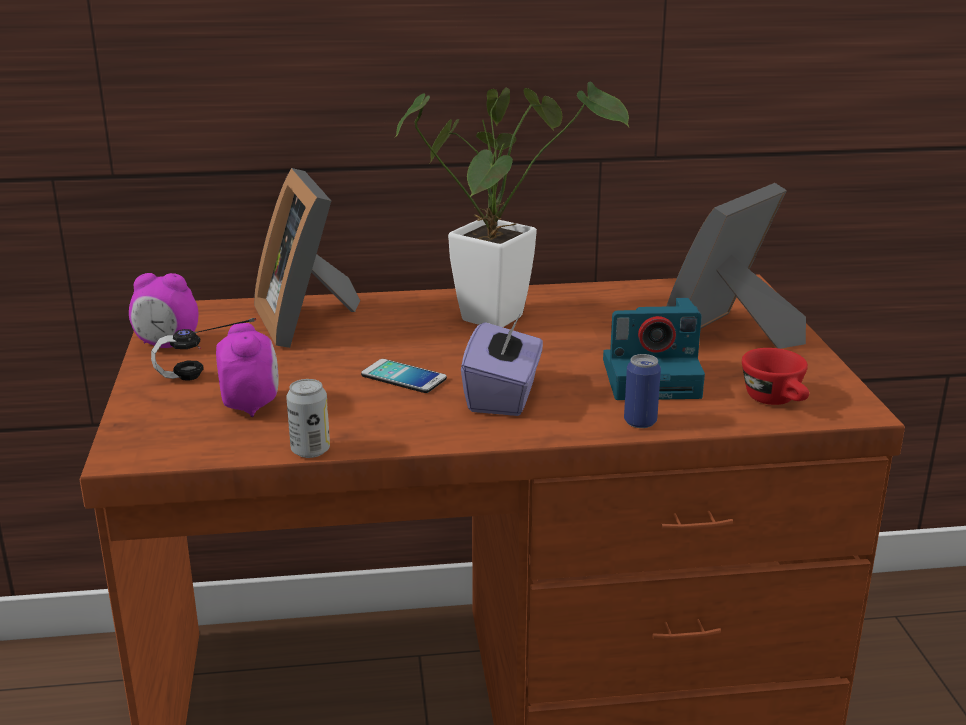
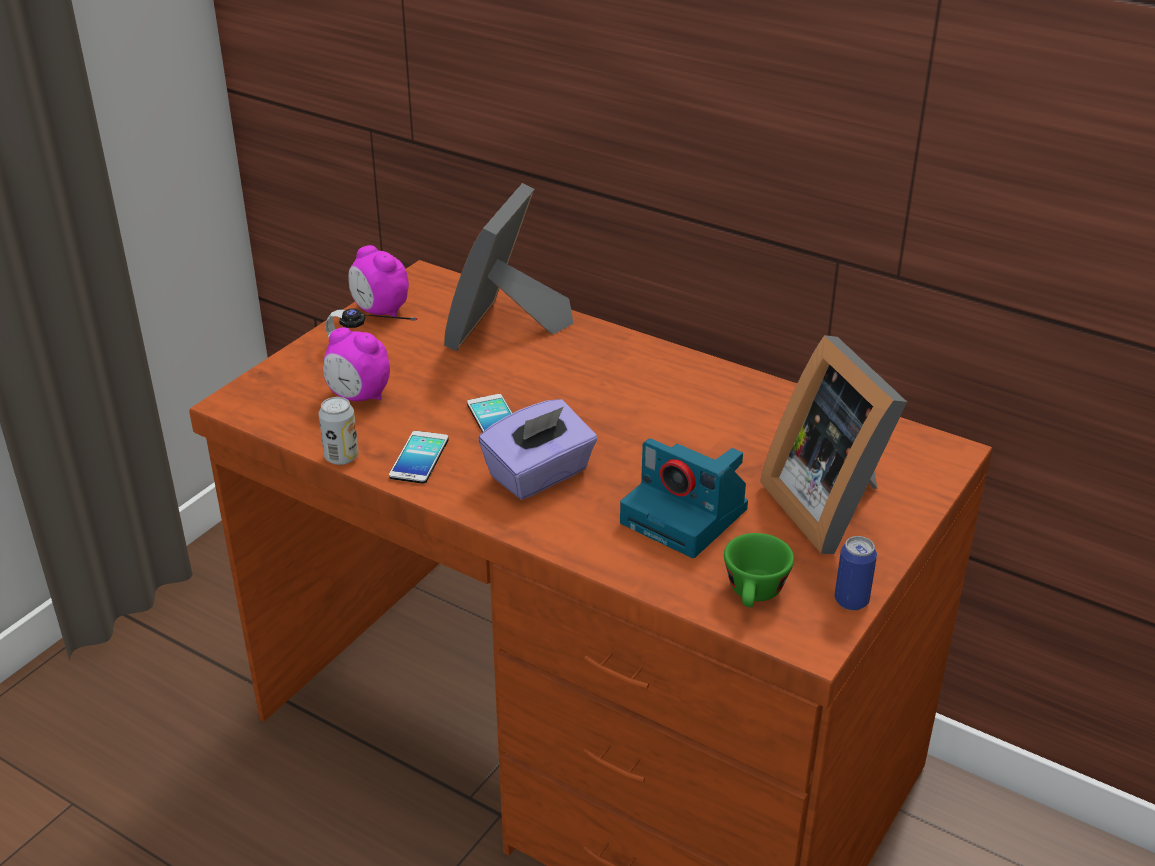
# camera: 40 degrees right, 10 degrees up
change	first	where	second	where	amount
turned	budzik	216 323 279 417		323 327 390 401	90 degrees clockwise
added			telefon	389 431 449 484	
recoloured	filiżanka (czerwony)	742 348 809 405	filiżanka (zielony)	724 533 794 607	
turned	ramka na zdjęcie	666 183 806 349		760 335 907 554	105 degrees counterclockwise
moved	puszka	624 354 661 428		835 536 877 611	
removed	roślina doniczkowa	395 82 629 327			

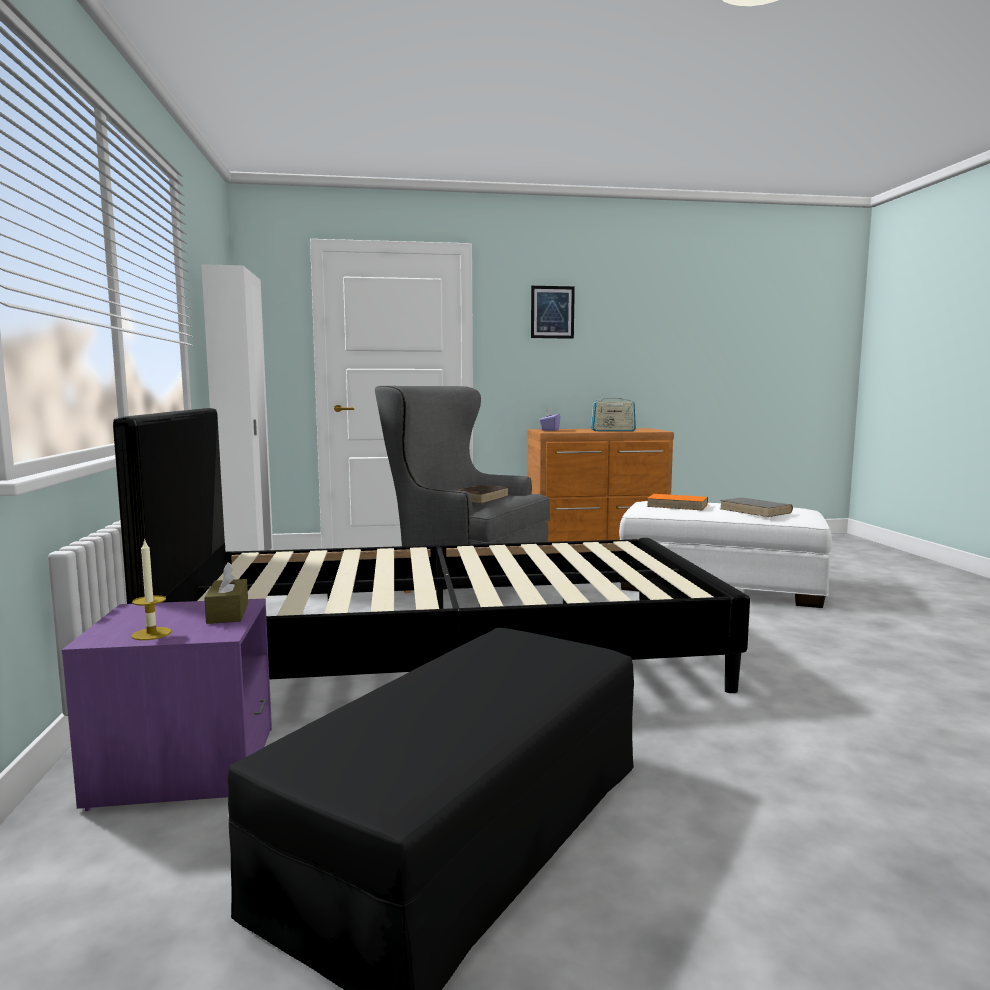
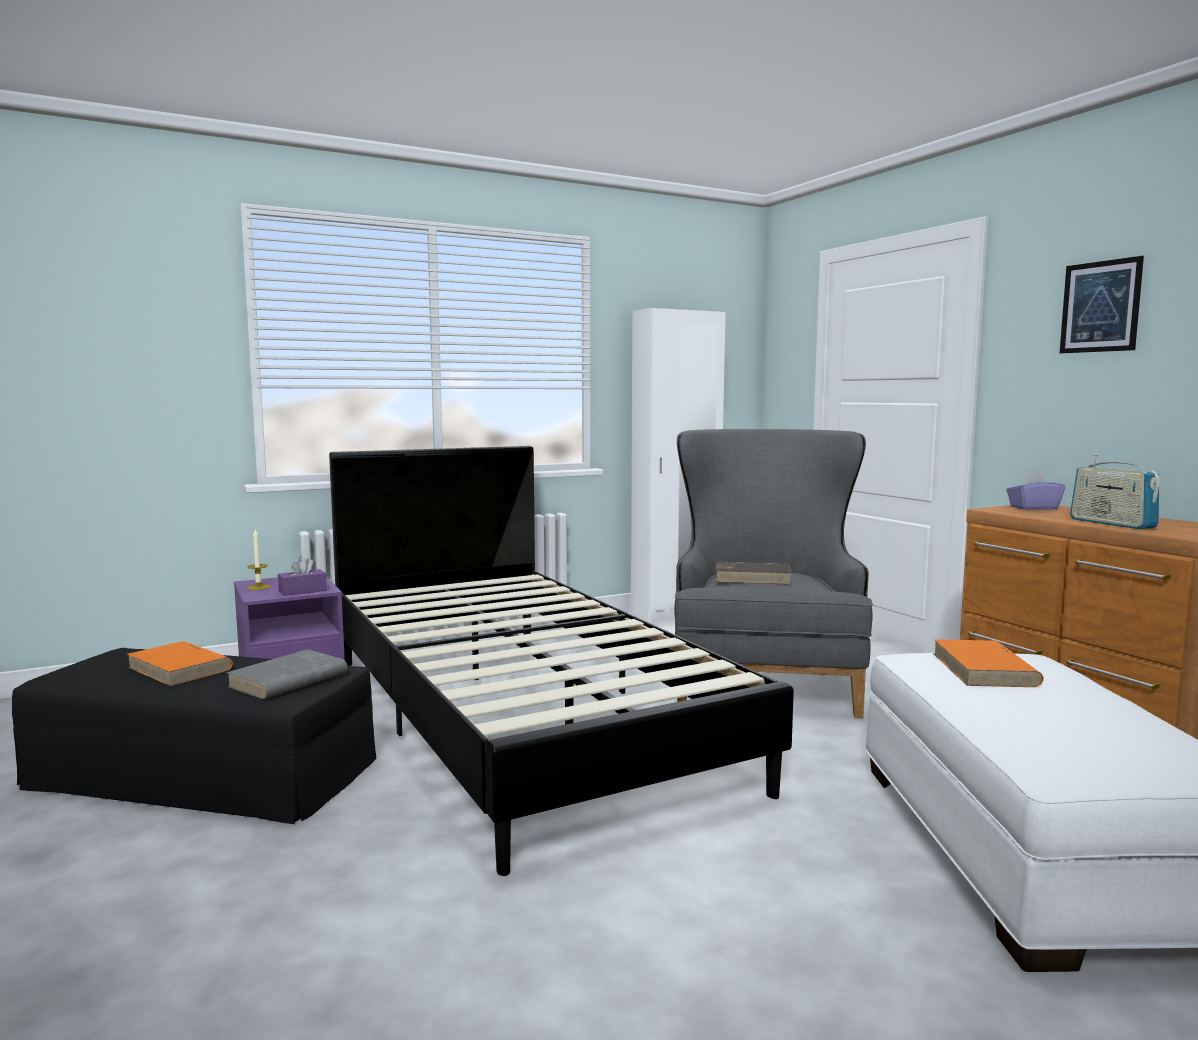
# camera: 70 degrees right, 0 degrees up
change	first	where	second	where	amount
added			książka (pomarańczowy)	127 641 233 686	
moved	książka (szary)	720 497 793 517		226 649 347 699	
recoloured	pudełko chusteczek (brązowy)	204 562 248 624	pudełko chusteczek (fioletowy)	278 556 327 596	

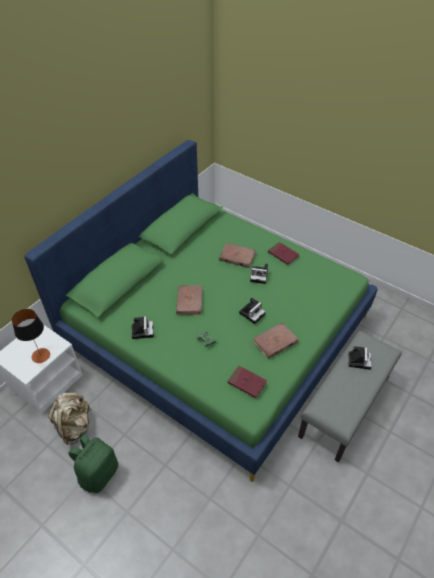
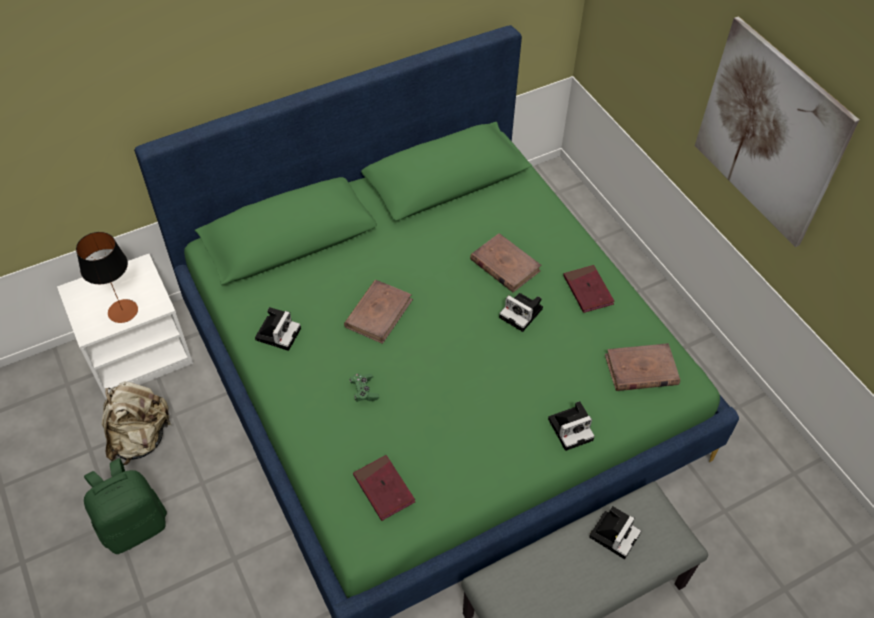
# camera: 25 degrees right, 5 degrees up
change	first	where	second	where	amount
moved	aparat fotograficzny	239 298 266 324		548 401 595 451	
moved	książka (brązowy)	253 322 299 359		605 343 680 391	
added			obraz	695 16 859 247	

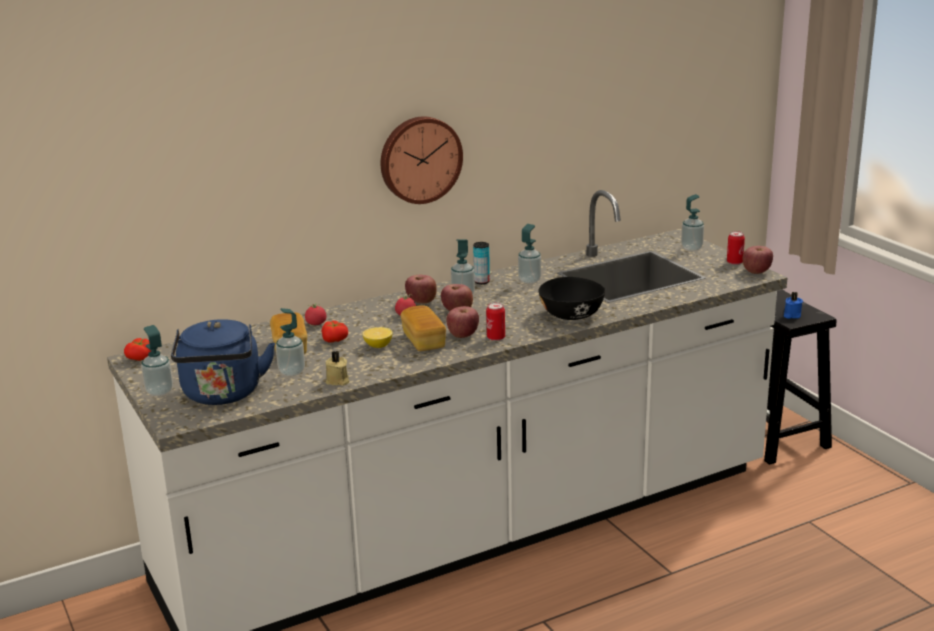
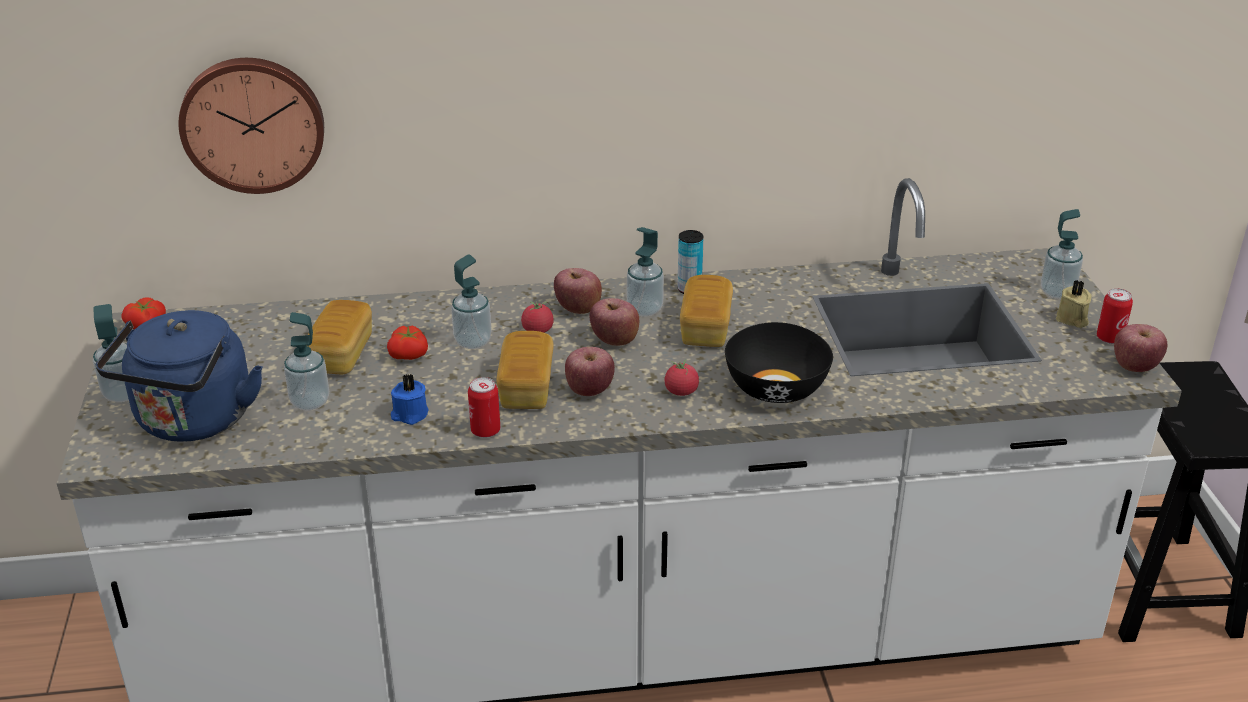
# camera: 20 degrees right, 10 degrees up
change	first	where	second	where	amount
moved	zegar ścienny	381 116 463 204		178 58 324 194	
moved	świeca (niebieski)	784 292 803 319		391 374 428 425	
moved	dozownik mydła	518 224 541 284		451 254 492 349	
moved	puszka	486 303 505 341		468 377 500 438	
moved	pomidor	305 303 326 325		665 360 699 396	
added			chleb	680 275 733 347	
moved	świeca (beżowy)	326 351 349 386		1056 280 1091 328	
removed	cytryna	362 327 393 348			

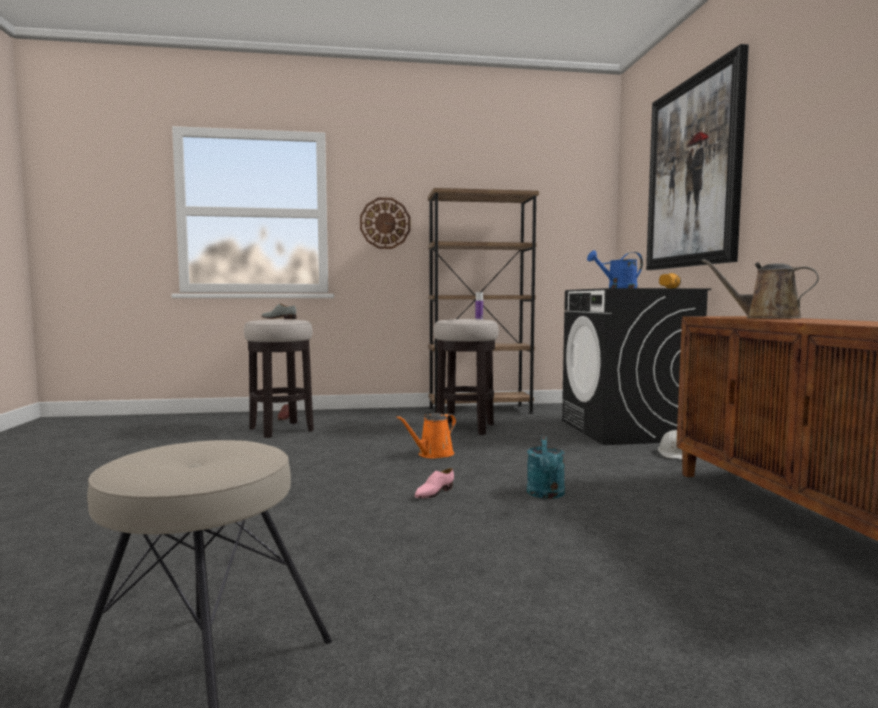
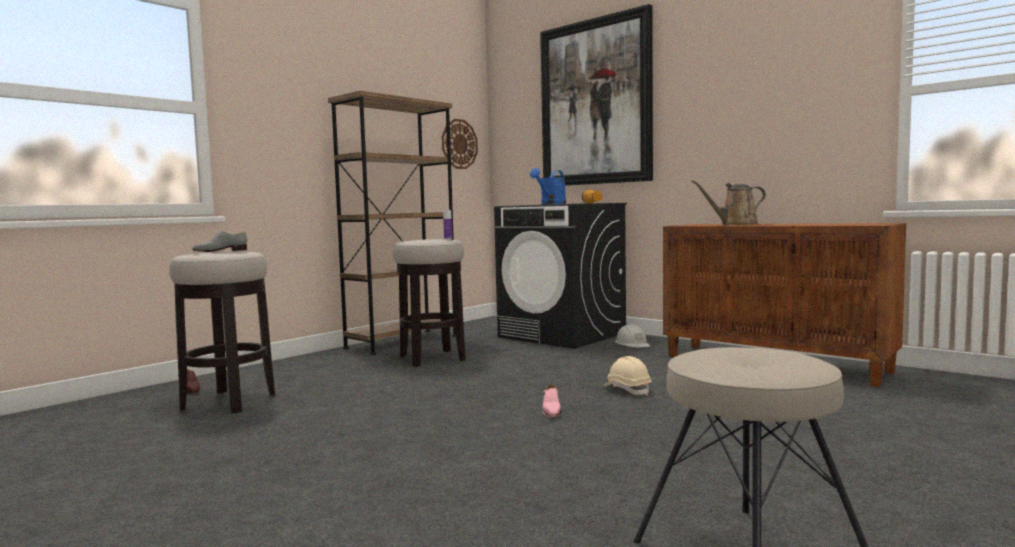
# camera: 40 degrees left, 0 degrees up
change	first	where	second	where	amount
moved	zegar ścienny	360 197 410 249		442 119 478 169	
replaced	konewka (turkusowy)	527 436 565 499	kask (beżowy)	604 356 651 396	
removed	konewka (pomarańczowy)	397 413 456 459			

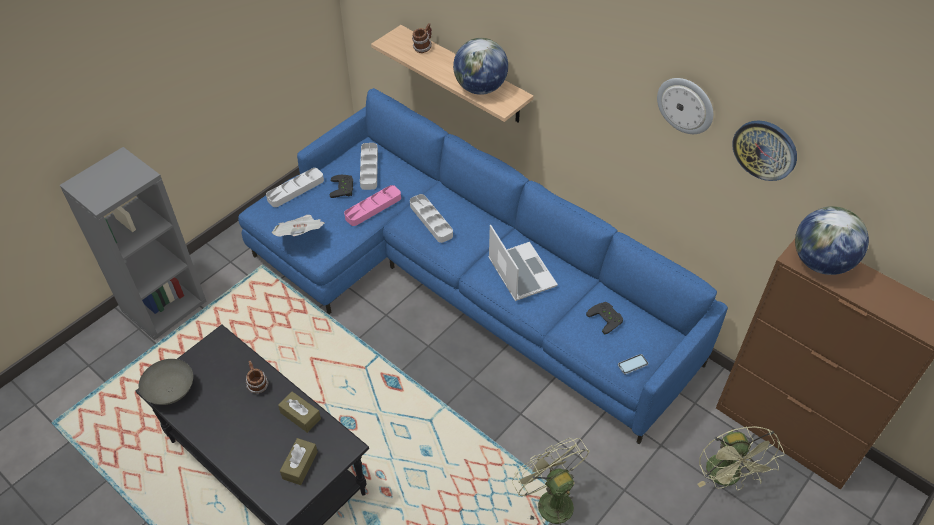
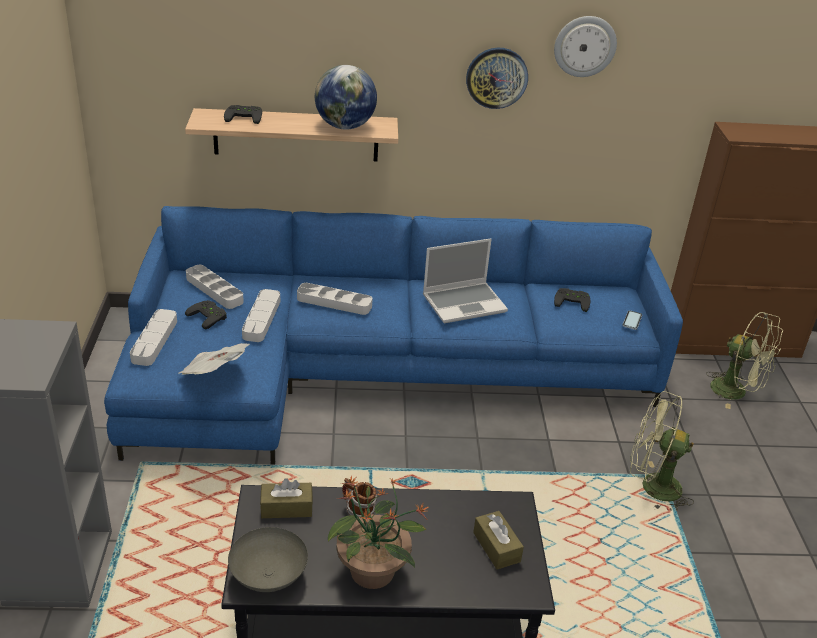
# camera: 45 degrees left, 15 degrees down
change	first	where	second	where	amount
replaced	kubek	412 23 432 53	pad do gier (czarny)	224 105 262 124	
recoloured	taca (różowy)	344 185 401 226	taca (szary)	242 289 280 342	
moved	pudełko chusteczek (brązowy)	278 392 321 433		260 478 313 518	
added			roślina doniczkowa	328 475 428 589	
turned	laptop	488 225 558 301		423 239 508 323	135 degrees clockwise
moved	zegar ścienny	732 120 797 181		466 48 528 109	
removed	globus	795 206 869 275			

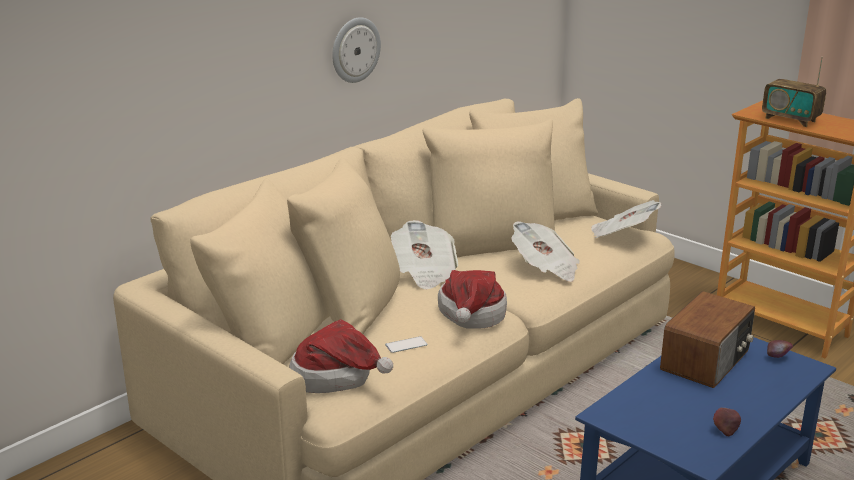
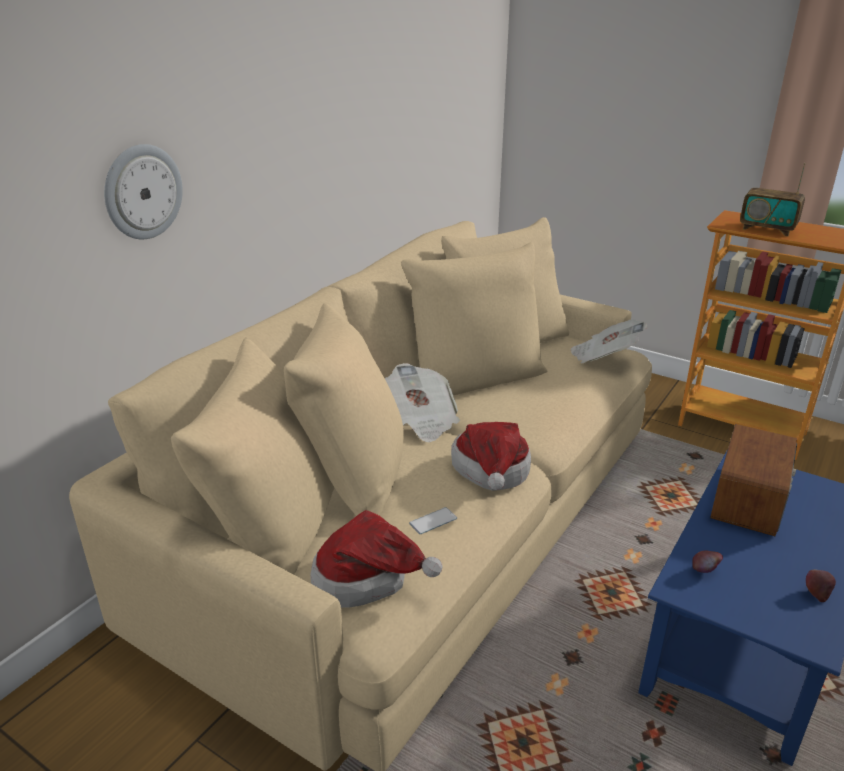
# camera: 10 degrees left, 5 degrees up
change	first	where	second	where	amount
moved	zegar ścienny	332 17 381 83		104 144 183 239	
moved	jabłko	767 340 793 358		692 551 723 573	
removed	gazeta	512 221 580 282			

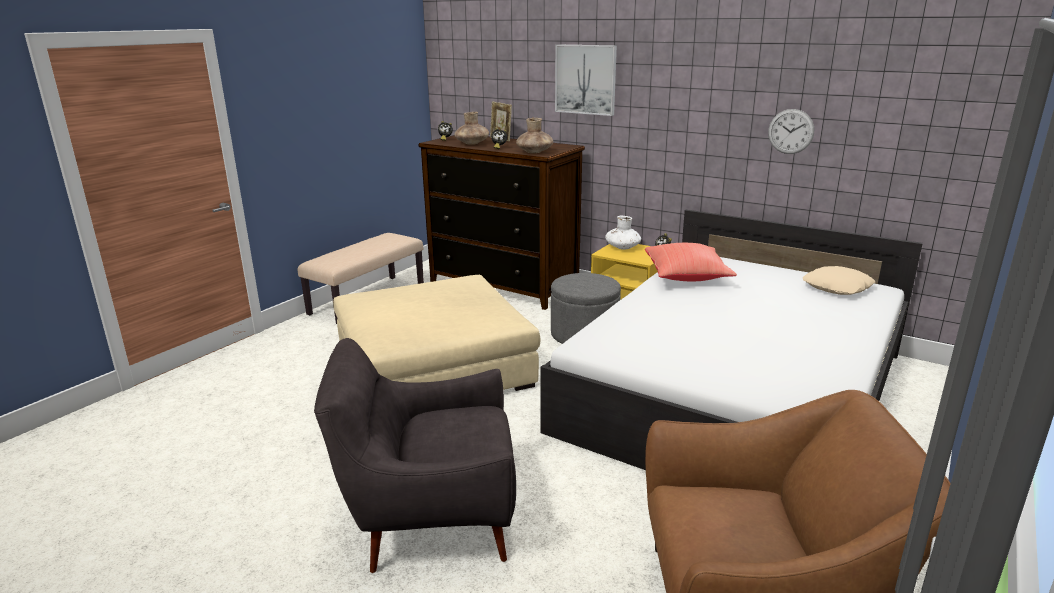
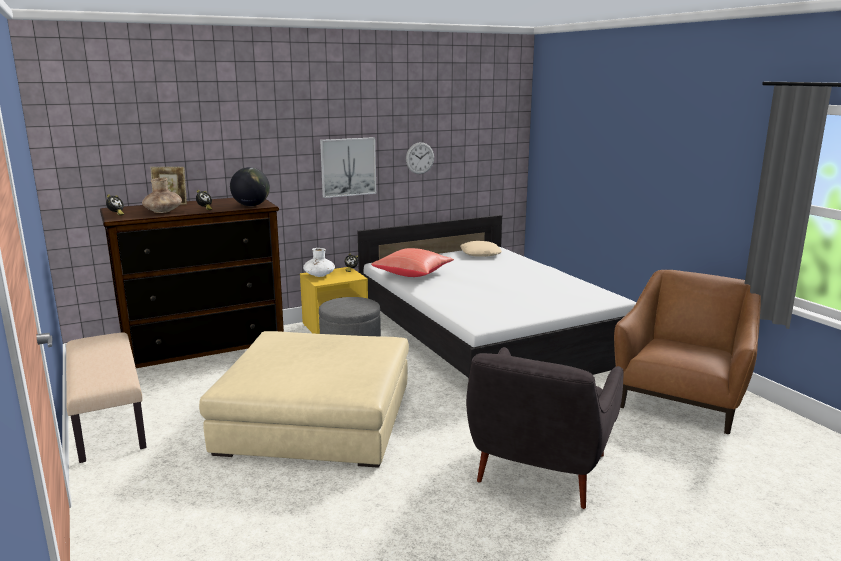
# camera: 60 degrees left, 5 degrees down
change	first	where	second	where	amount
replaced	wazon (brązowy)	516 118 553 153	globus	230 167 270 206	
moved	obraz	555 45 617 116		320 137 376 198	

